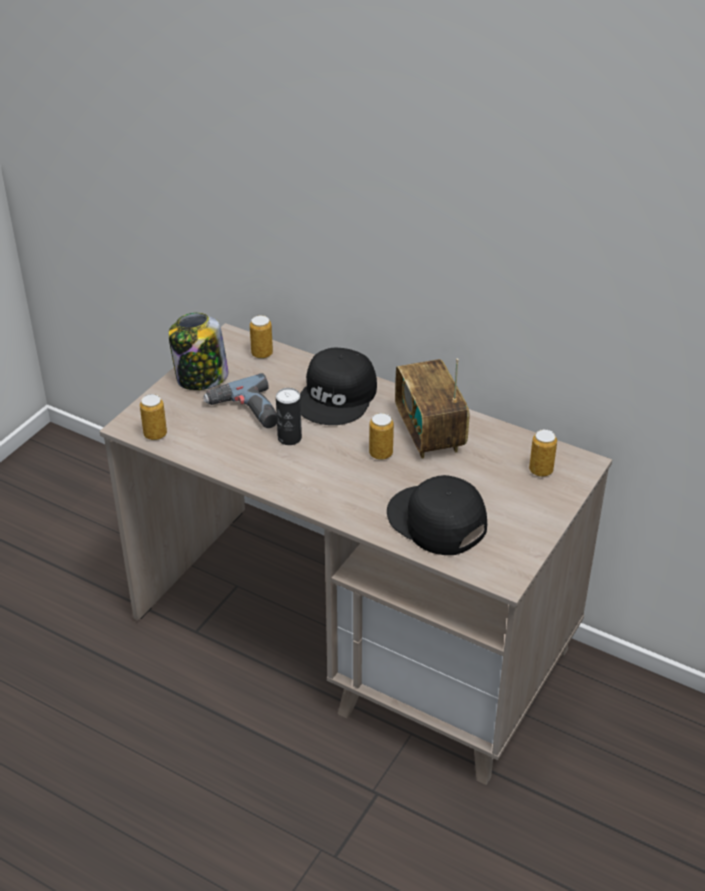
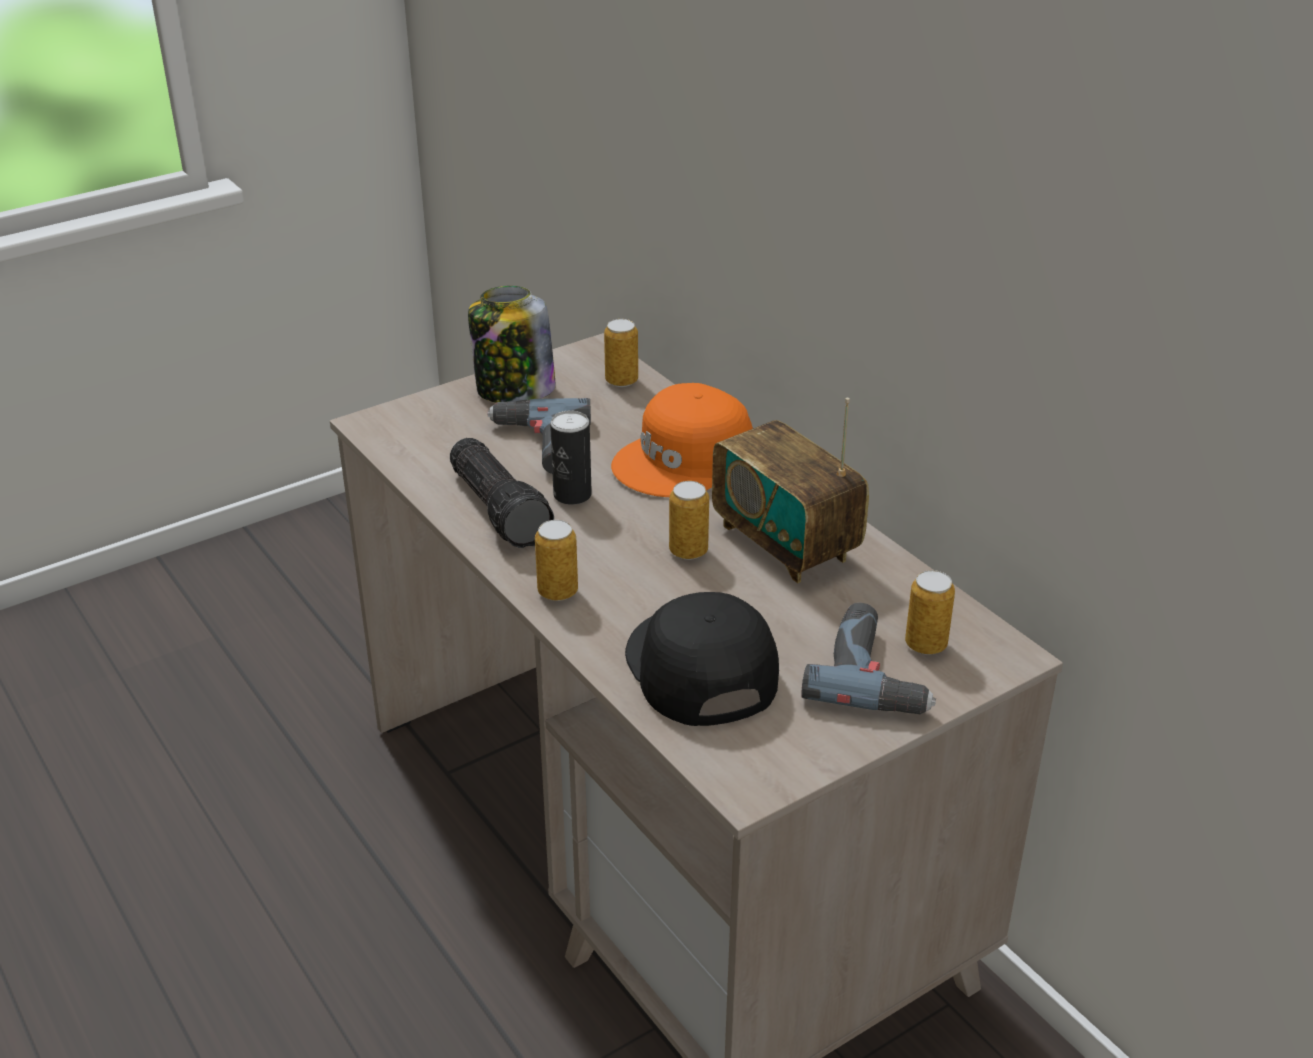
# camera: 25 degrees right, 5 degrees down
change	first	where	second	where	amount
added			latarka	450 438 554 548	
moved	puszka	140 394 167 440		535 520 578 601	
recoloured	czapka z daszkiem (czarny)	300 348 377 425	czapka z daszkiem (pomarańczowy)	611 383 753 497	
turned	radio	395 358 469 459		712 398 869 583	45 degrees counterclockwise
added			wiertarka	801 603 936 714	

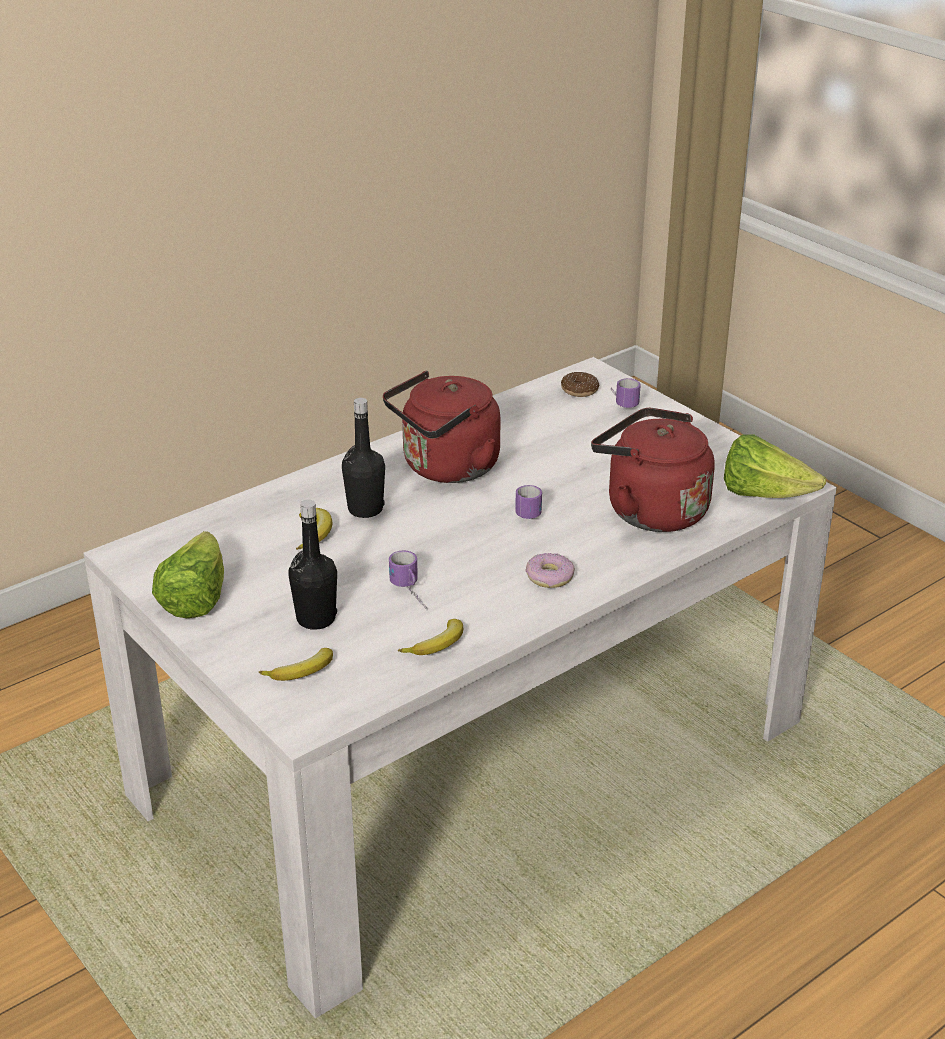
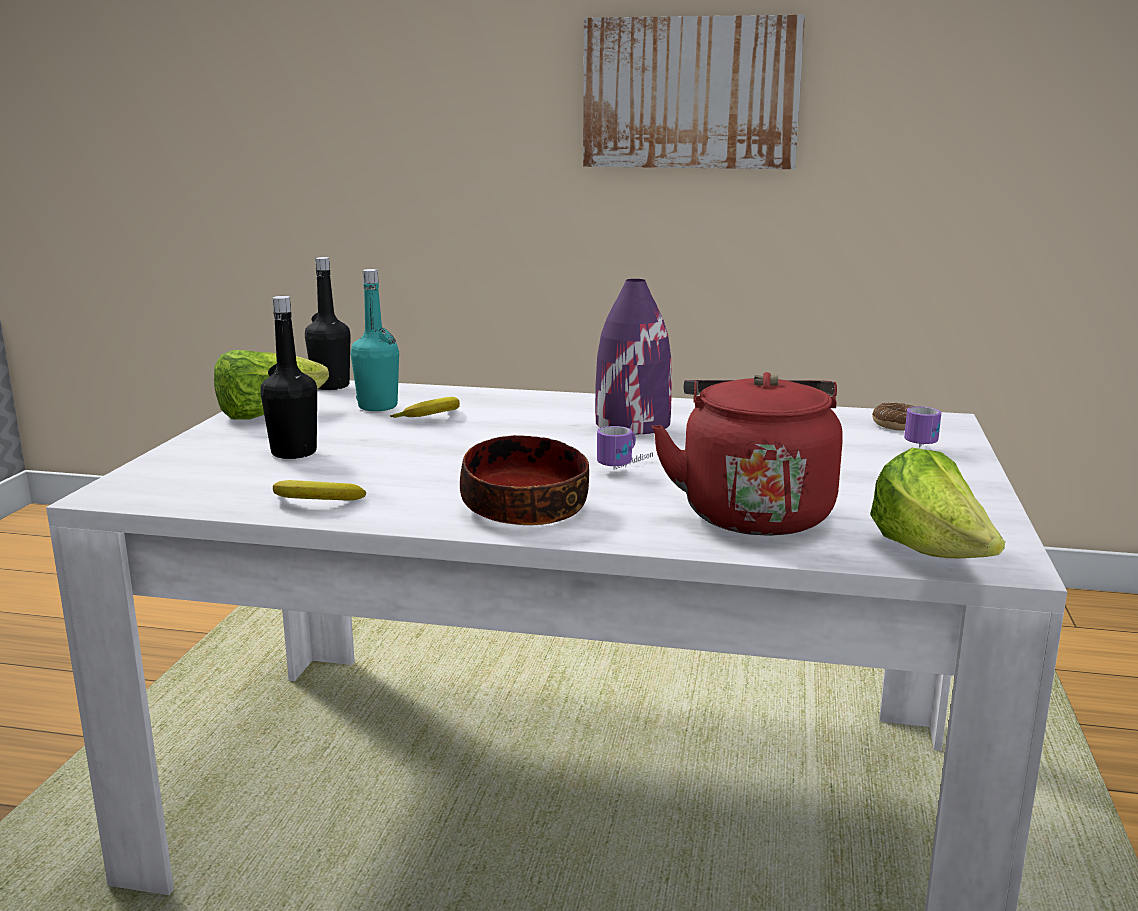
# camera: 50 degrees right, 15 degrees down
change	first	where	second	where	amount
moved	butelka (czarny)	342 398 385 518		305 257 351 390	
added			butelka (turkusowy)	351 269 399 411	
replaced	donut	526 553 575 588	miska	460 435 589 525	
added			obraz	583 15 805 169	
replaced	czajnik (czerwony)	383 371 500 483	wazon (fioletowy)	595 279 672 435	
removed	banan	259 648 333 681			
removed	kubek	389 550 427 609			

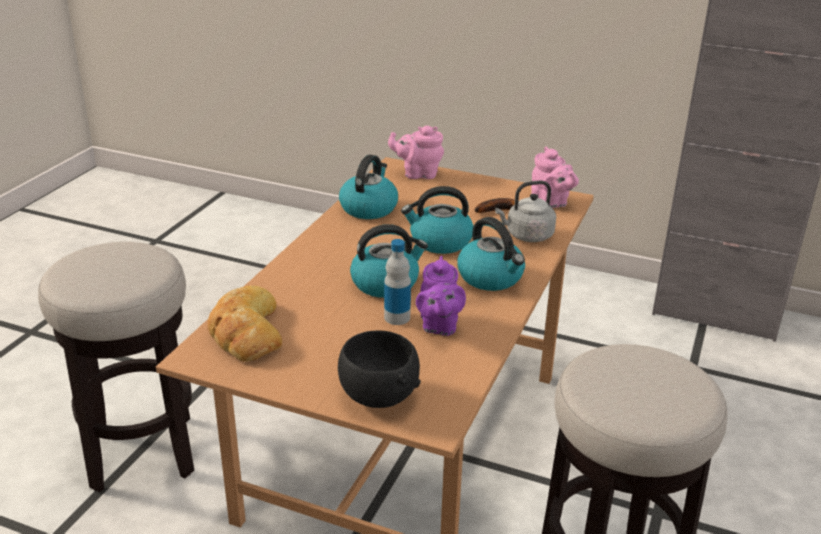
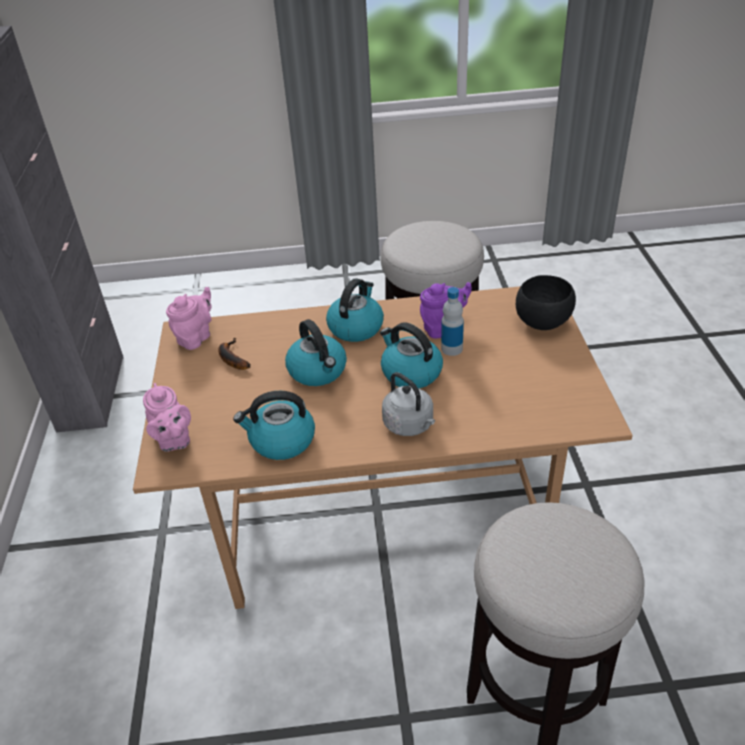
# camera: 115 degrees left, 10 degrees up
change	first	where	second	where	amount
moved	czajnik (szary)	495 181 556 242		382 372 435 436	
removed	chleb	208 286 282 361			

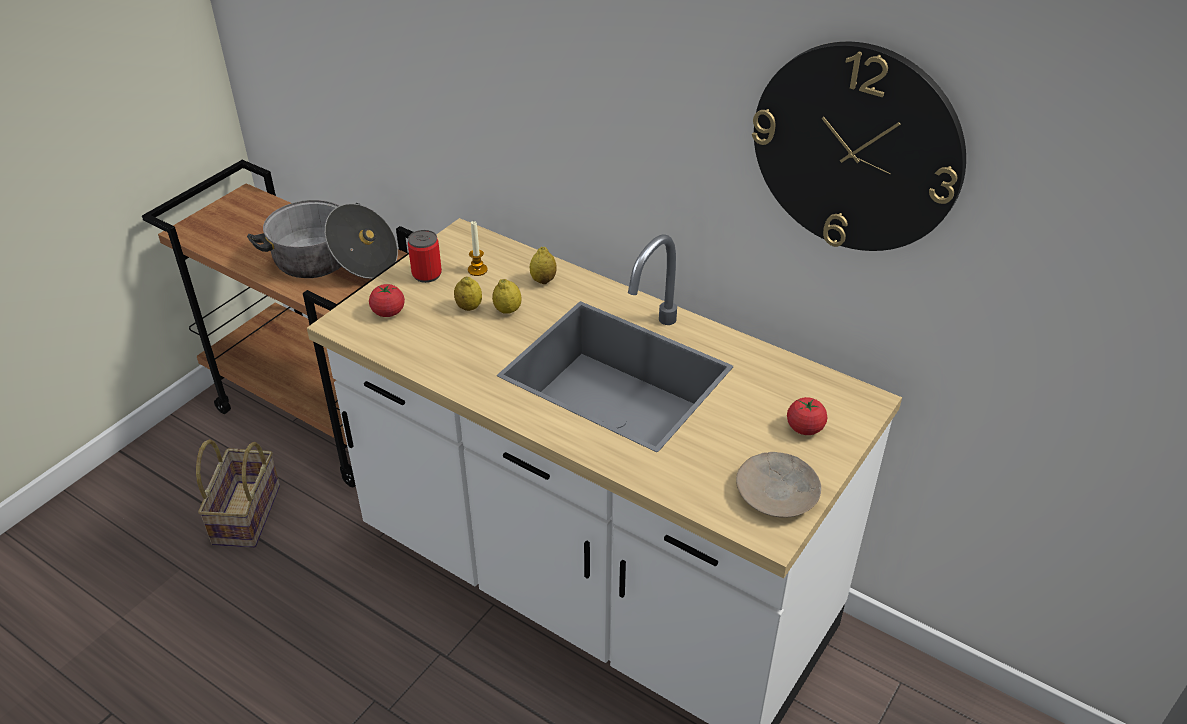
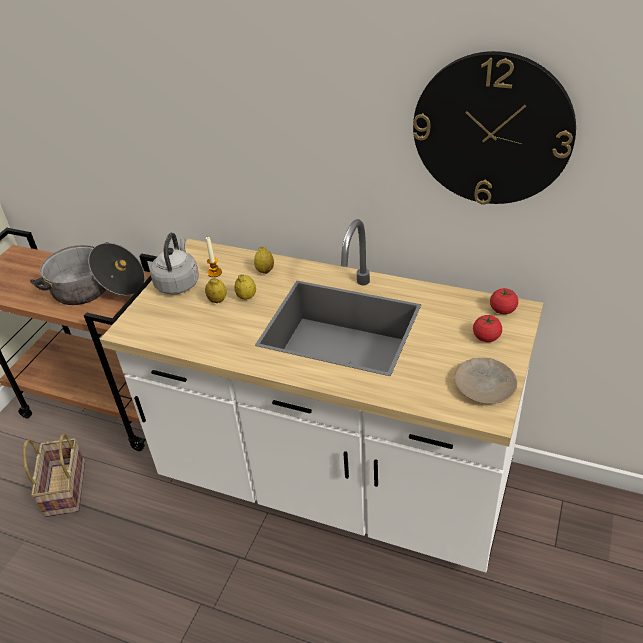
# camera: 10 degrees left, 0 degrees up
change	first	where	second	where	amount
replaced	puszka	408 230 442 283	czajnik (szary)	150 233 199 294	
moved	pomidor	369 284 405 317		490 288 518 314	

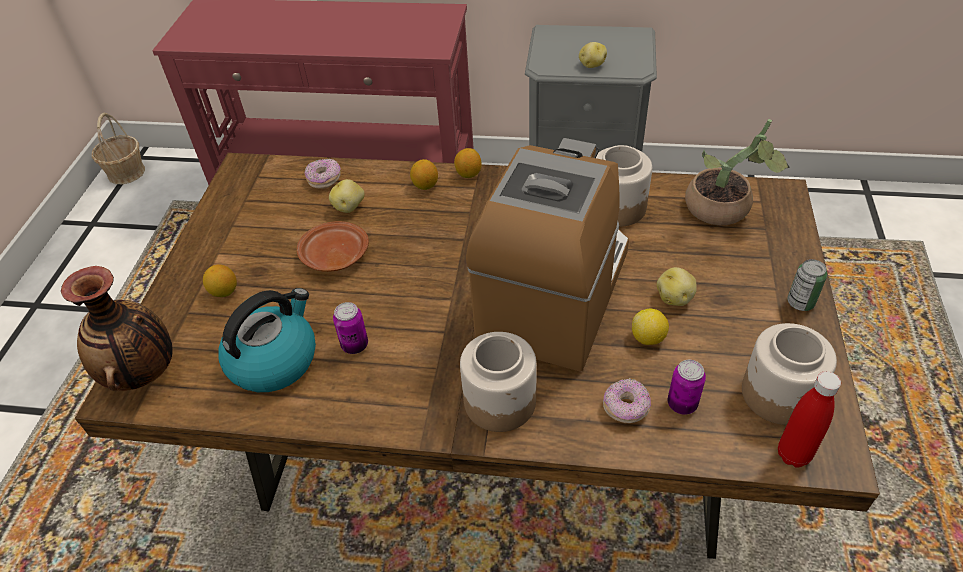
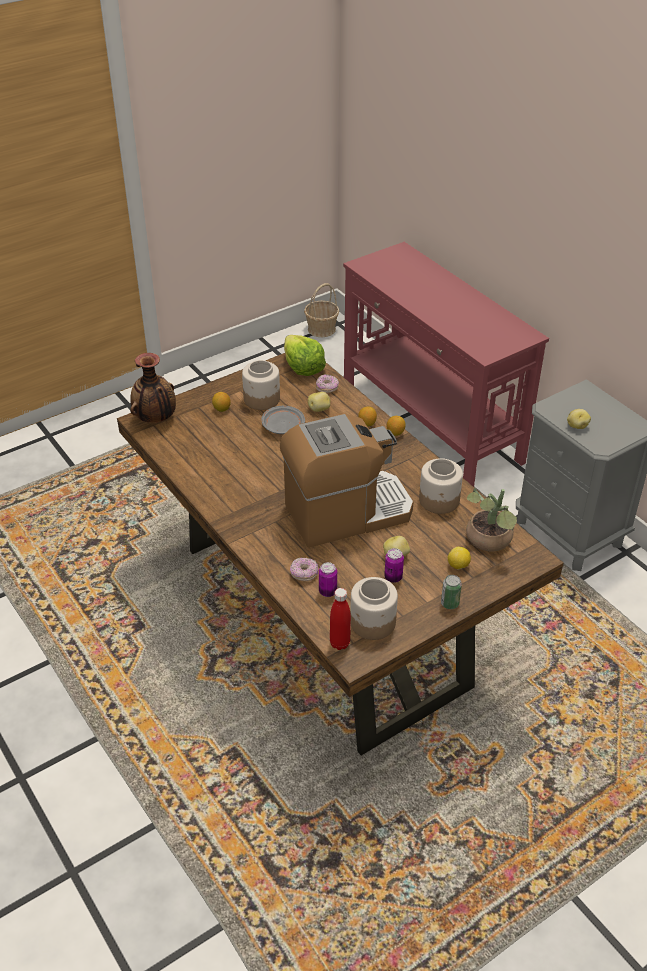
# camera: 45 degrees right, 5 degrees down
change	first	where	second	where	amount
moved	słoik	460 332 537 432		242 360 280 410	
recoloured	talerz (brązowy)	297 221 369 272	talerz (szary)	261 406 305 434	
added			sałata	284 335 326 376	
moved	puszka	333 302 368 354		384 548 404 583	
moved	cytryna	632 309 669 345		448 547 471 570	
removed	czajnik	218 288 316 392			

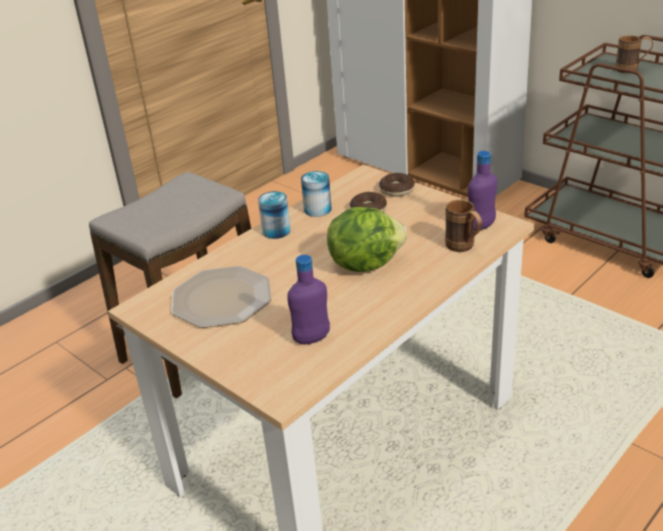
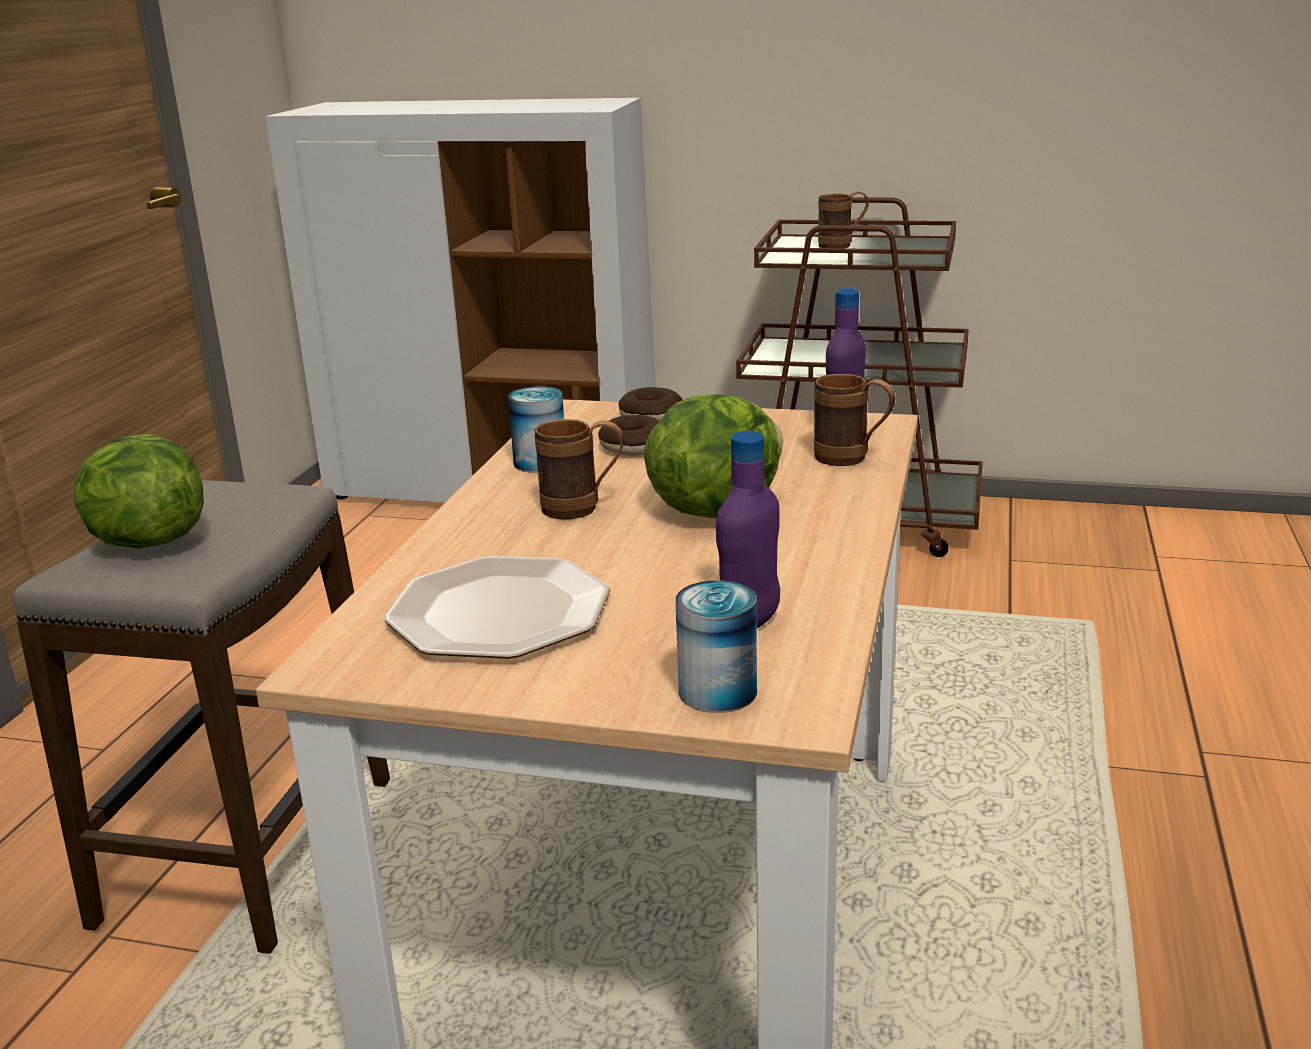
# camera: 30 degrees left, 10 degrees down
change	first	where	second	where	amount
added			sałata	74 434 204 549	
added			kubek (brązowy)	535 419 624 519	
moved	puszka	258 191 291 239		676 580 757 713	

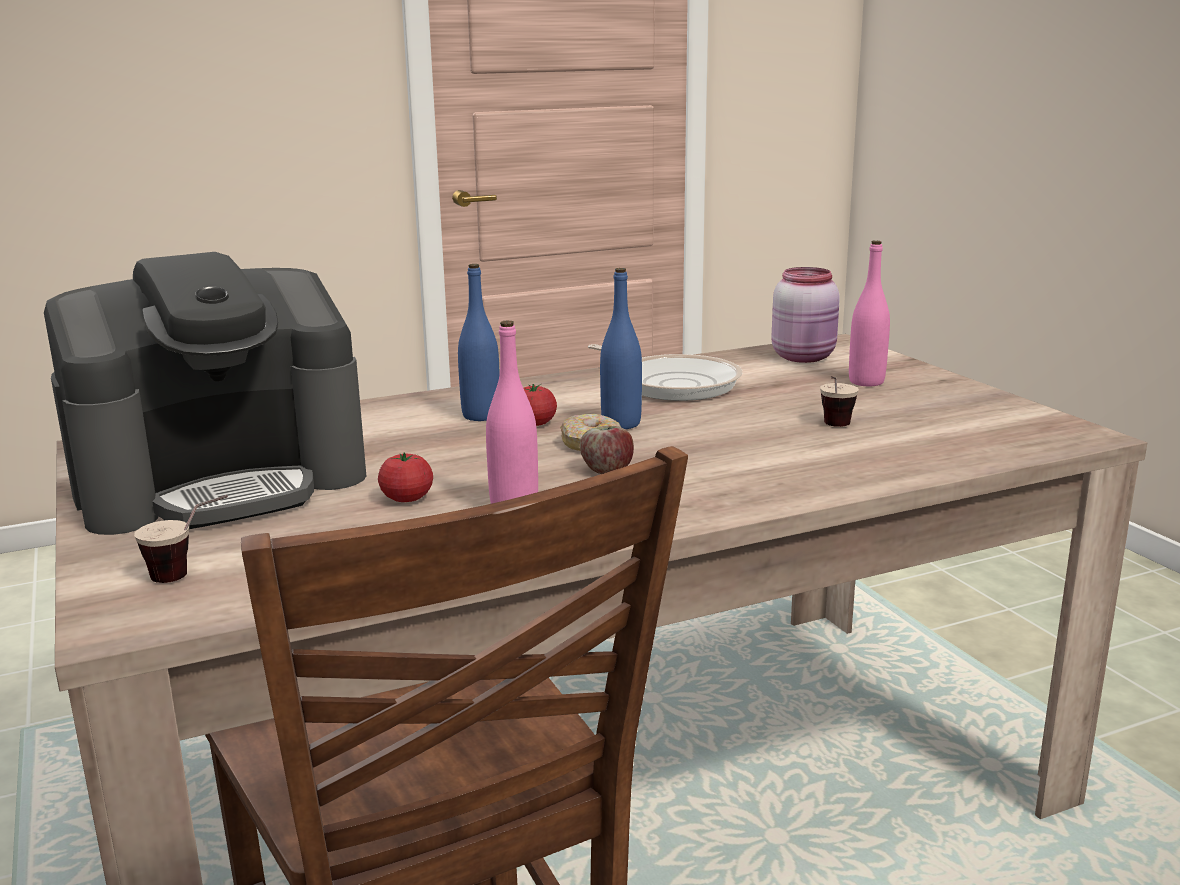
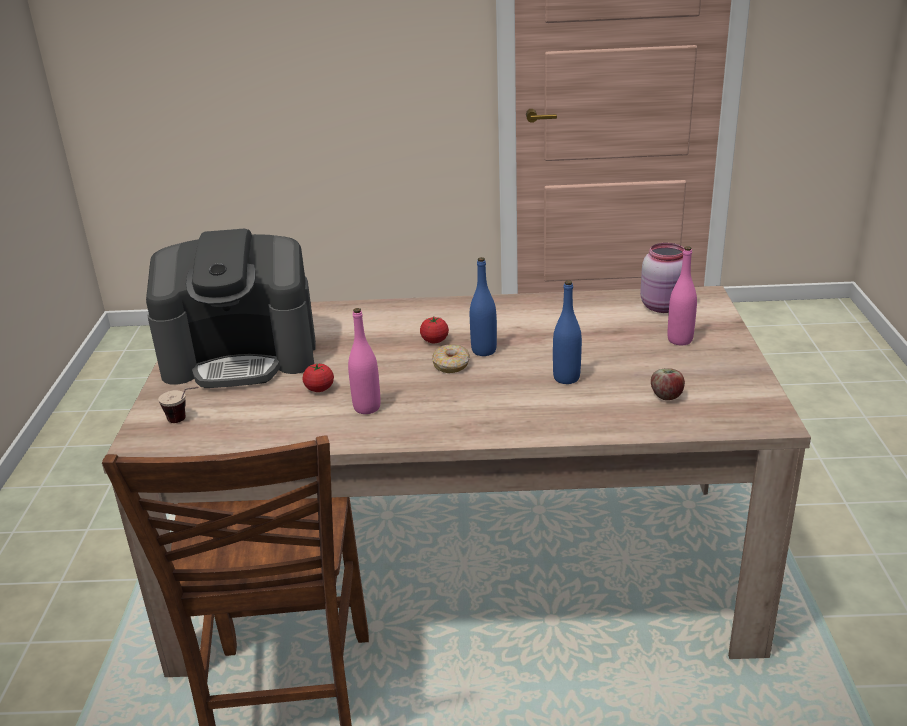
# camera: 25 degrees right, 10 degrees up
change	first	where	second	where	amount
moved	butelka (niebieski)	458 264 500 421		553 280 582 384	
moved	jabłko	580 426 634 474		651 368 685 400	
removed	patelnia	588 344 742 401			
removed	filiżanka	820 376 859 427			

